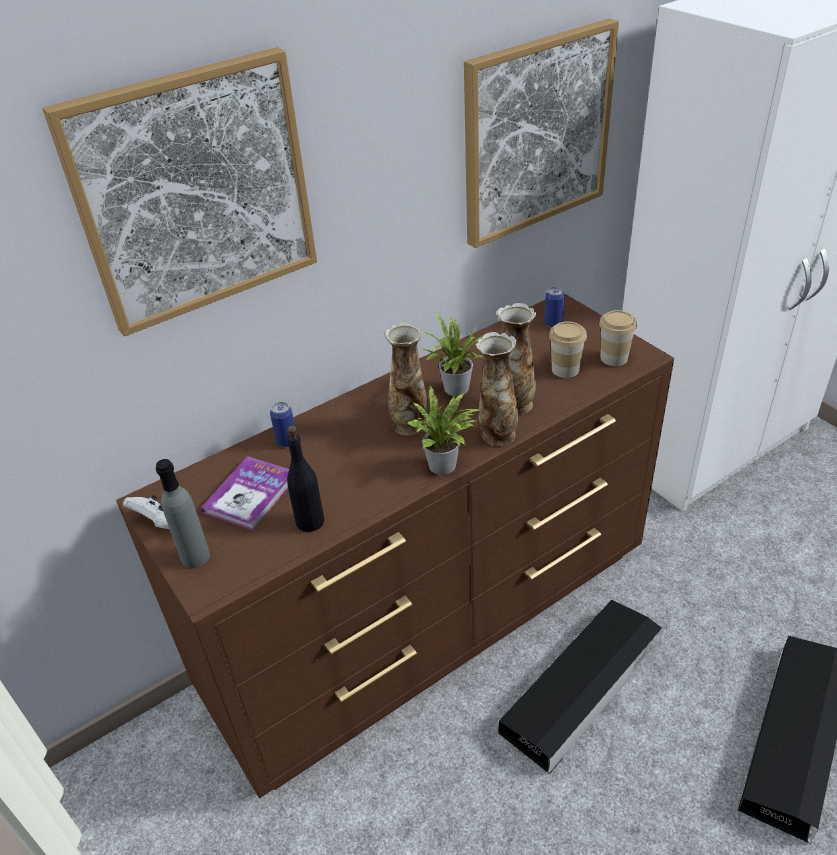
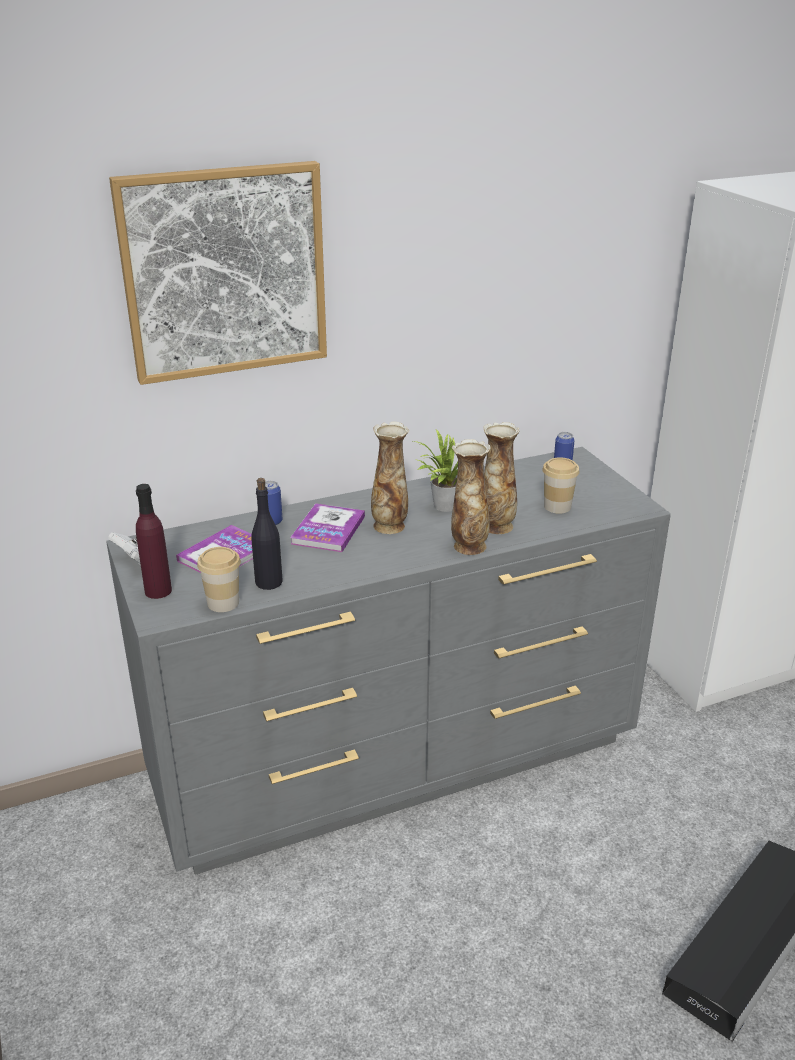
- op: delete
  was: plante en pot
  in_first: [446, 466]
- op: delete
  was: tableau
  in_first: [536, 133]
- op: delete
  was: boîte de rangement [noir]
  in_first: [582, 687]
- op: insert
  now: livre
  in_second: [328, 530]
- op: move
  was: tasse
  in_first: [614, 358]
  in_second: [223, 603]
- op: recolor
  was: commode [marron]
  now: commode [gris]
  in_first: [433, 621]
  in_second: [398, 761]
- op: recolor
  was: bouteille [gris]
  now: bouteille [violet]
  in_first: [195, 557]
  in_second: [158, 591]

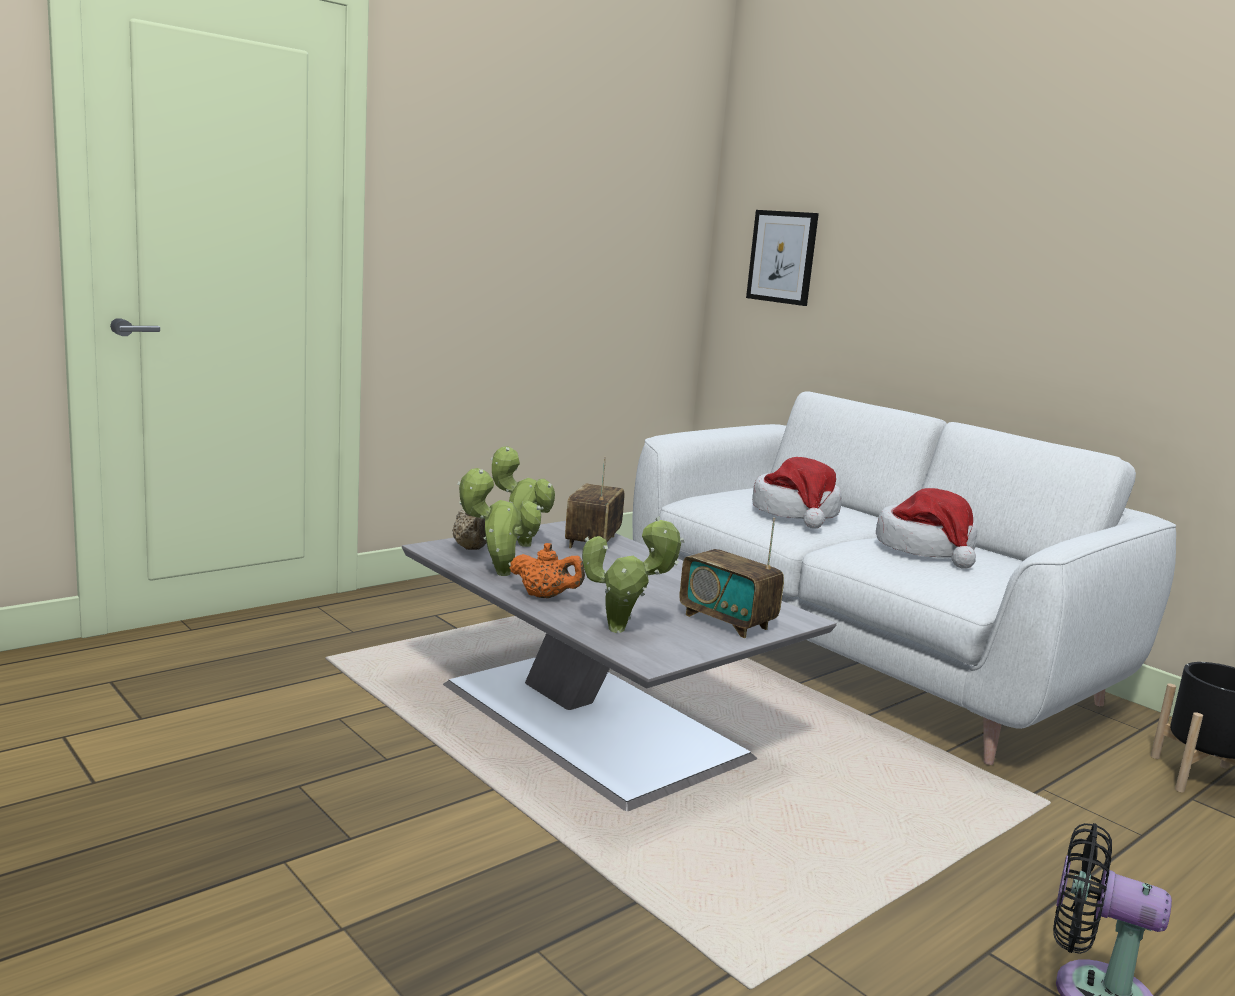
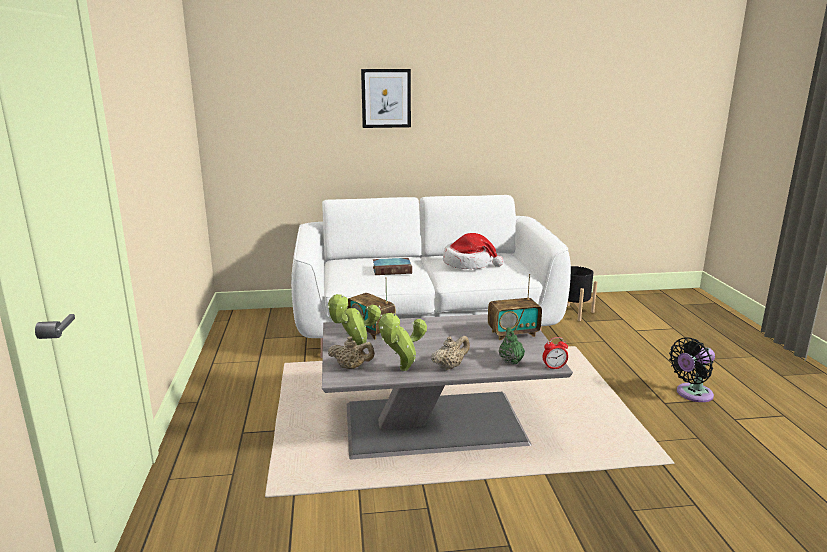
- op: insert
  now: réveil
  in_second: [554, 367]
- op: move
  was: tableau
  in_first: [782, 257]
  in_second: [386, 98]
- op: replace
  was: plante en pot
  now: théière [vert]
  in_first: [623, 630]
  in_second: [510, 360]
- op: replace
  was: chapeau
  now: livre
  in_first: [796, 513]
  in_second: [393, 270]
- op: recolor
  was: théière [orange]
  now: théière [beige]
  in_first: [545, 596]
  in_second: [450, 367]

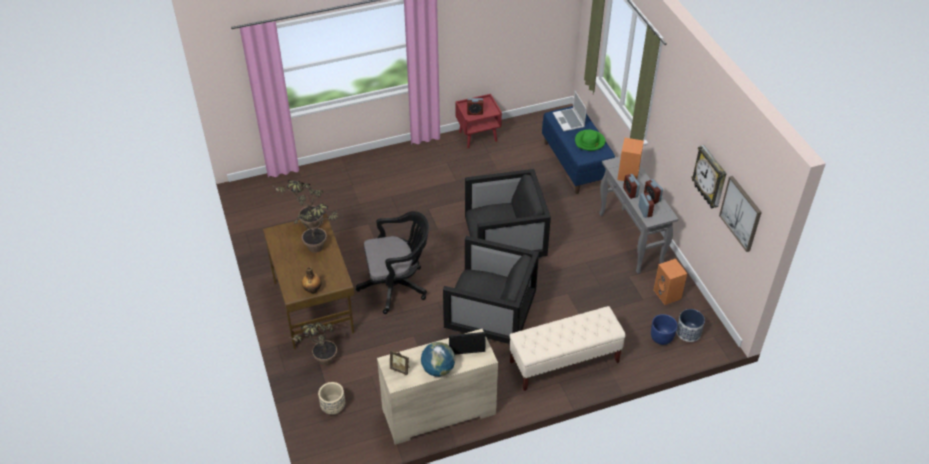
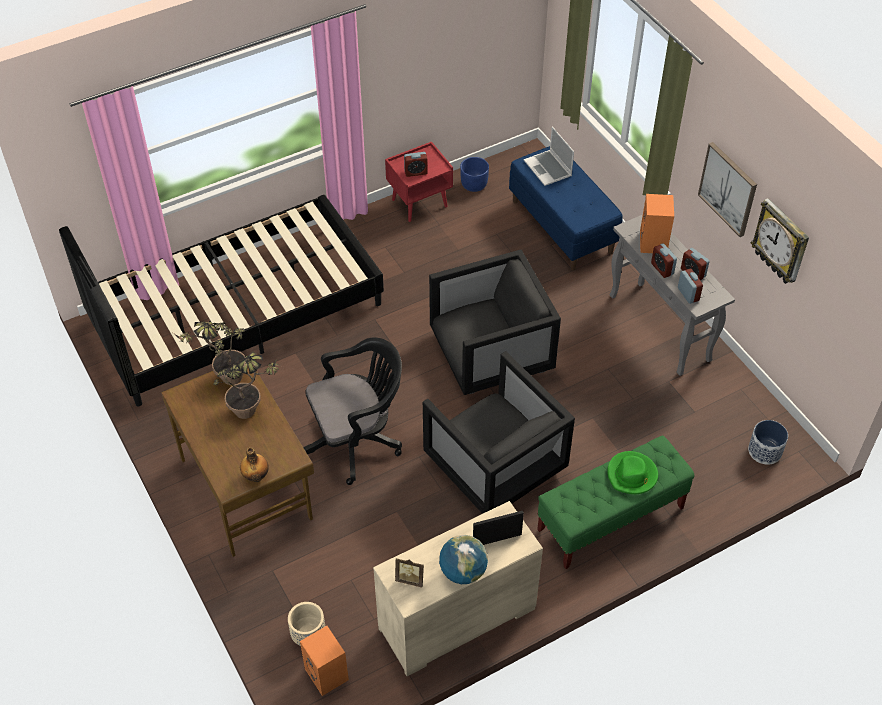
- op: delete
  was: plante en pot
  in_first: [321, 362]
- op: insert
  now: lit [noir]
  in_second: [236, 313]
- op: move
  was: chapeau [vert]
  in_first: [589, 142]
  in_second: [632, 475]
- op: move
  was: cache-pot [bleu]
  in_first: [661, 337]
  in_second: [474, 184]
- op: move
  was: enceinte [orange]
  in_first: [668, 294]
  in_second: [328, 675]
- op: move
  was: tableau
  in_first: [741, 213]
  in_second: [728, 188]
- op: recolor
  was: banc [beige]
  now: banc [vert]
  in_first: [564, 362]
  in_second: [610, 519]
- op: rotate
  was: fauteuil [noir]
  in_first: [489, 314]
  in_second: [494, 464]
  clockwise: 45

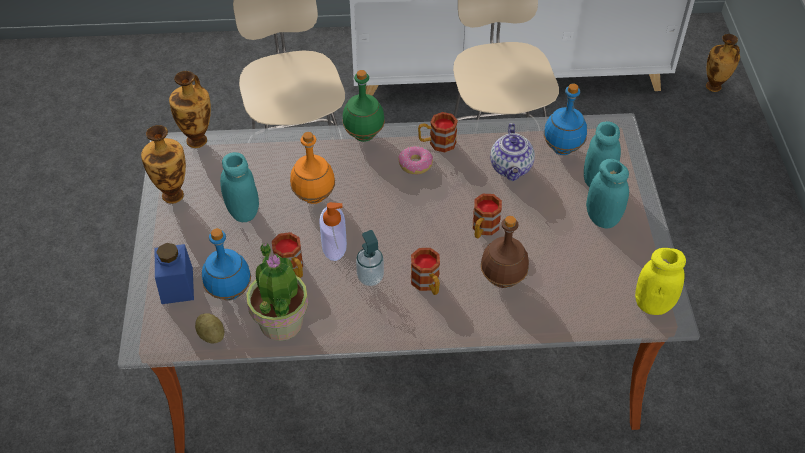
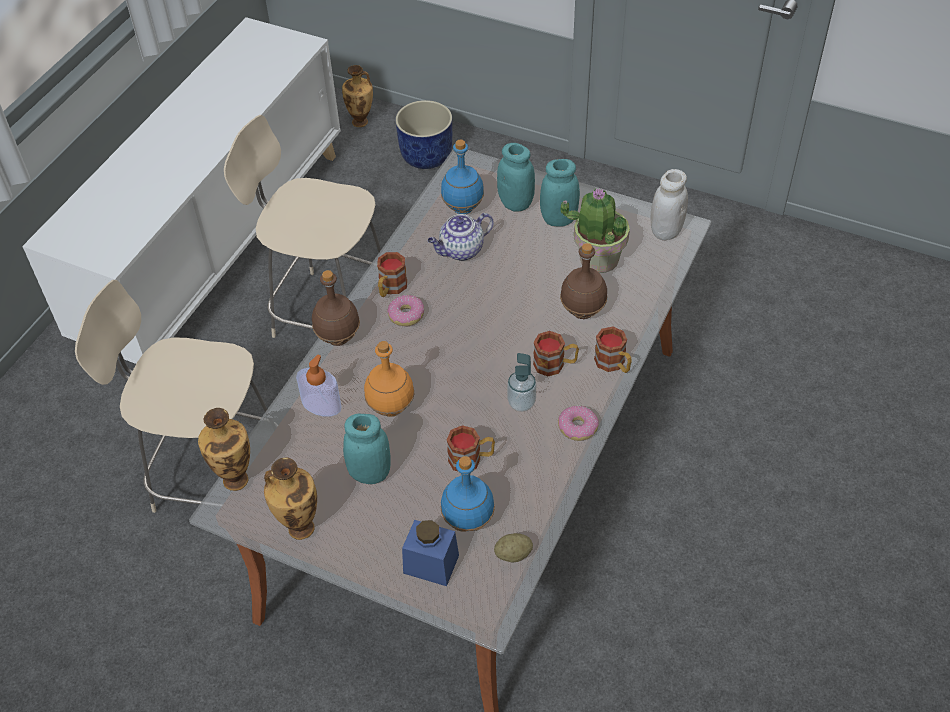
- op: insert
  now: cache-pot [bleu]
  in_second: [426, 155]
- op: insert
  now: beignet
  in_second: [577, 427]
- op: move
  was: plante en pot
  in_first: [281, 322]
  in_second: [598, 258]
- op: move
  was: distributeur de savon
  in_first: [334, 245]
  in_second: [321, 405]
- op: move
  was: mug
  in_first: [483, 229]
  in_second: [613, 364]
- op: recolor
  was: bouteille [vert]
  now: bouteille [marron]
  in_first: [364, 135]
  in_second: [338, 337]
- op: recolor
  was: bocal [jaune]
  now: bocal [blanc]
  in_first: [653, 304]
  in_second: [665, 231]
- op: rotate
  was: théière
  in_first: [511, 168]
  in_second: [461, 251]
  clockwise: 120

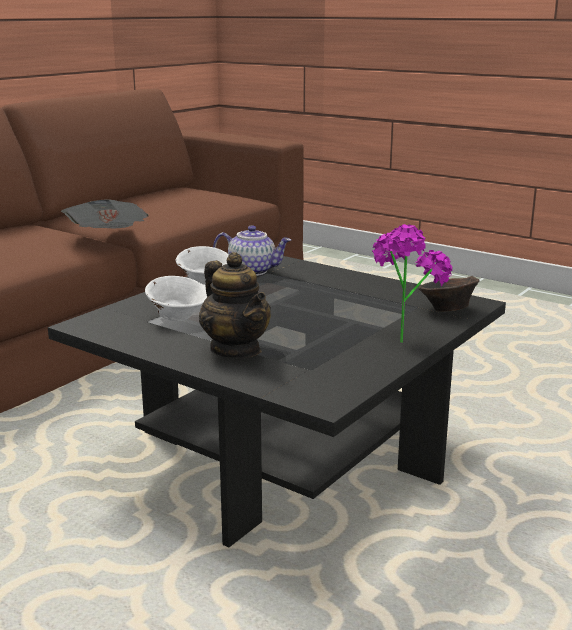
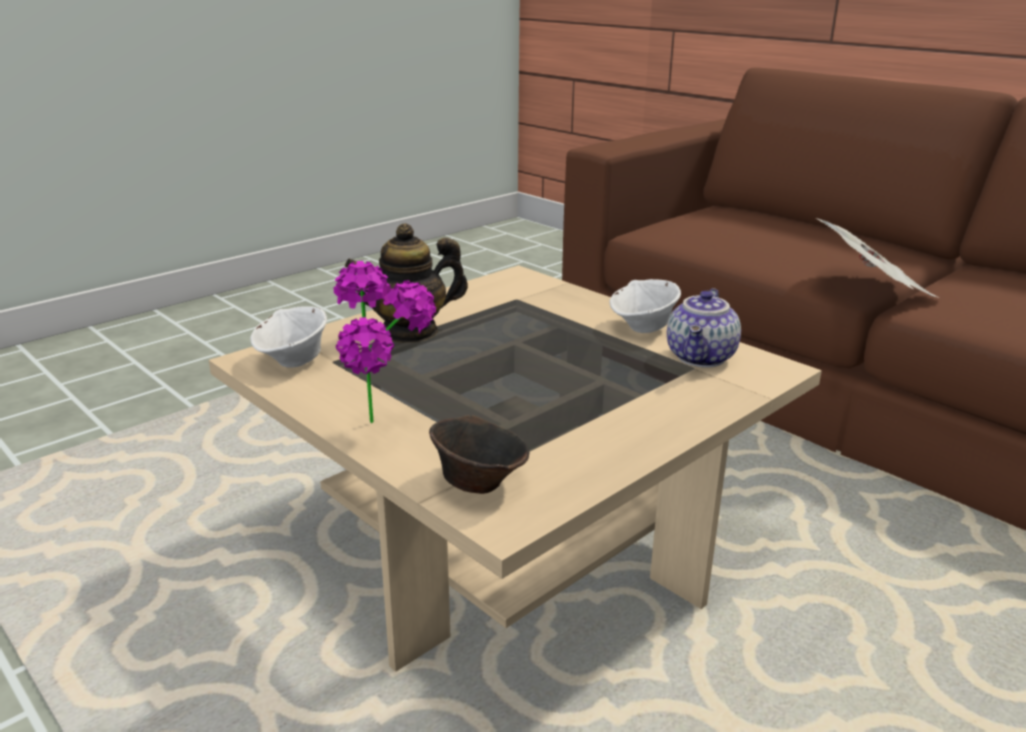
- op: move
  was: bol [blanc]
  in_first: [178, 317]
  in_second: [293, 362]
- op: recolor
  was: table basse [noir]
  now: table basse [beige]
  in_first: [285, 457]
  in_second: [511, 541]

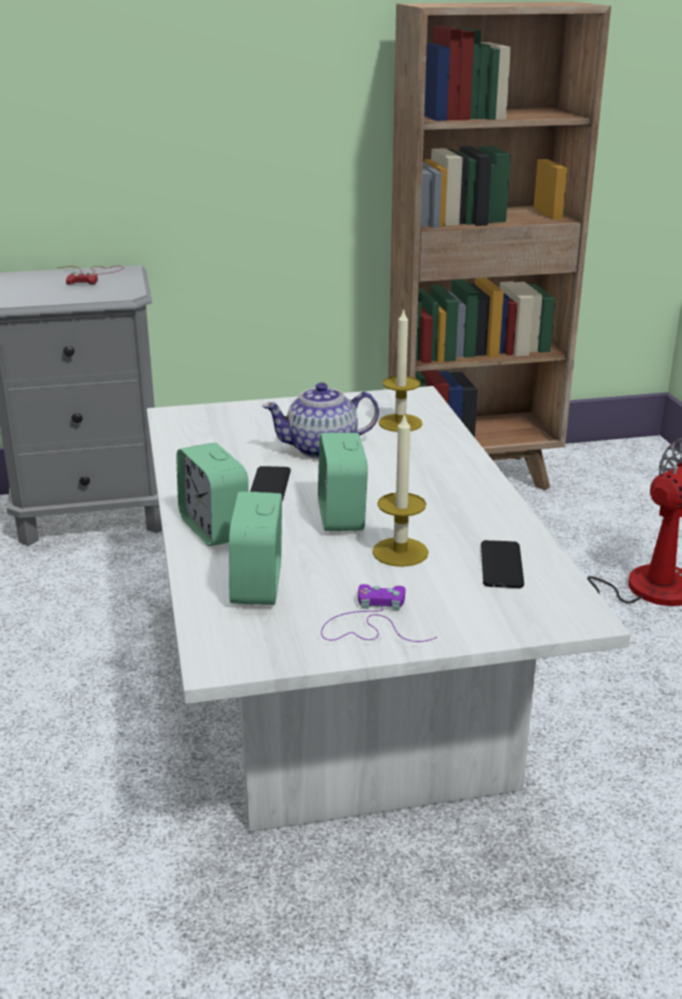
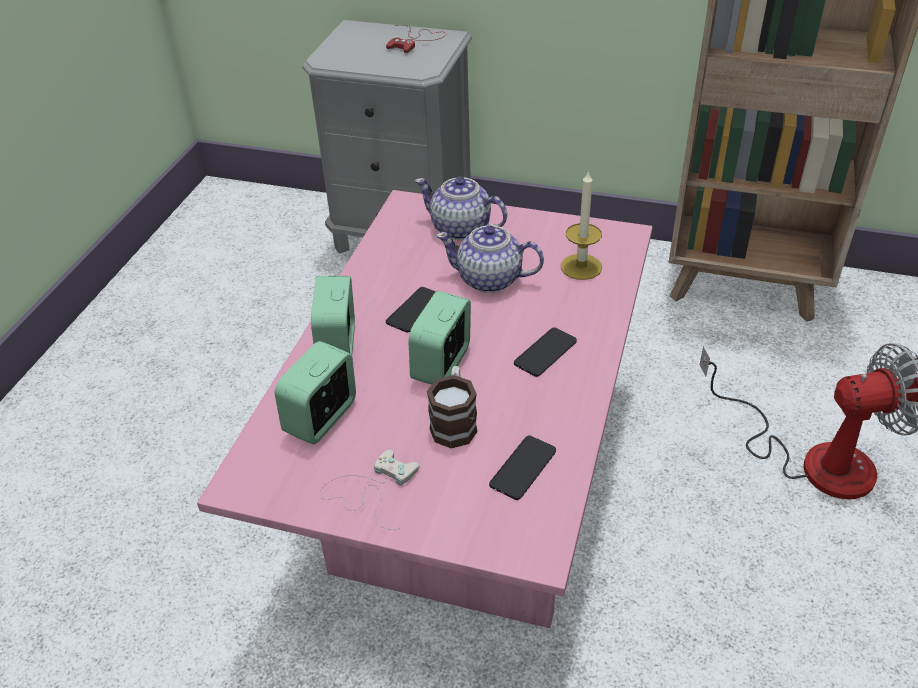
- op: insert
  now: théière
  in_second: [461, 229]
- op: insert
  now: téléphone
  in_second: [545, 352]
- op: replace
  was: bougie
  now: mug
  in_first: [400, 552]
  in_second: [454, 422]
- op: recolor
  was: table basse [blanc]
  now: table basse [rose]
  in_first: [341, 706]
  in_second: [464, 490]
- op: recolor
  was: manette [violet]
  now: manette [blanc]
  in_first: [371, 622]
  in_second: [370, 490]

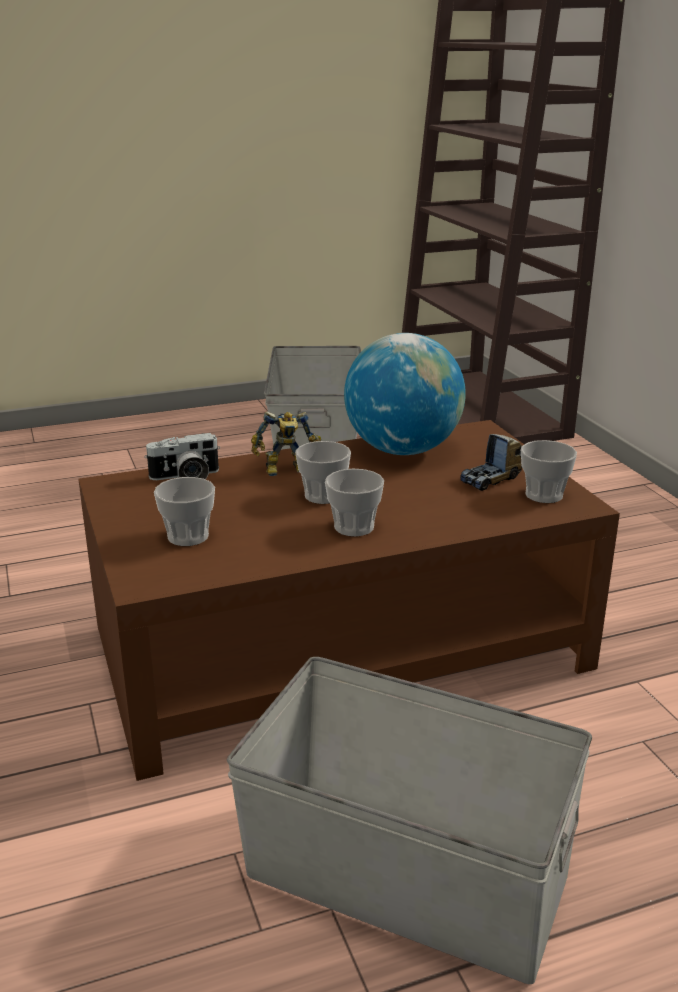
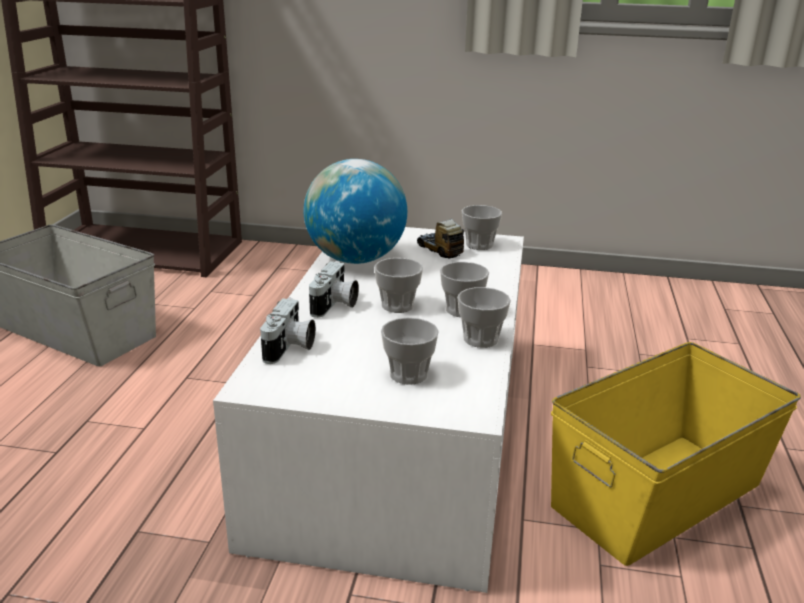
- op: insert
  now: tasse
  in_second: [480, 339]
- op: replace
  was: robot jouet
  now: appareil photo
  in_first: [288, 471]
  in_second: [335, 305]
- op: recolor
  was: table basse [marron]
  now: table basse [blanc]
  in_first: [338, 648]
  in_second: [398, 432]
- op: recolor
  was: boîte de rangement [gris]
  now: boîte de rangement [jaune]
  in_first: [407, 877]
  in_second: [659, 495]
- op: rotate
  was: camion jouet
  in_first: [491, 479]
  in_second: [439, 250]
  clockwise: 150

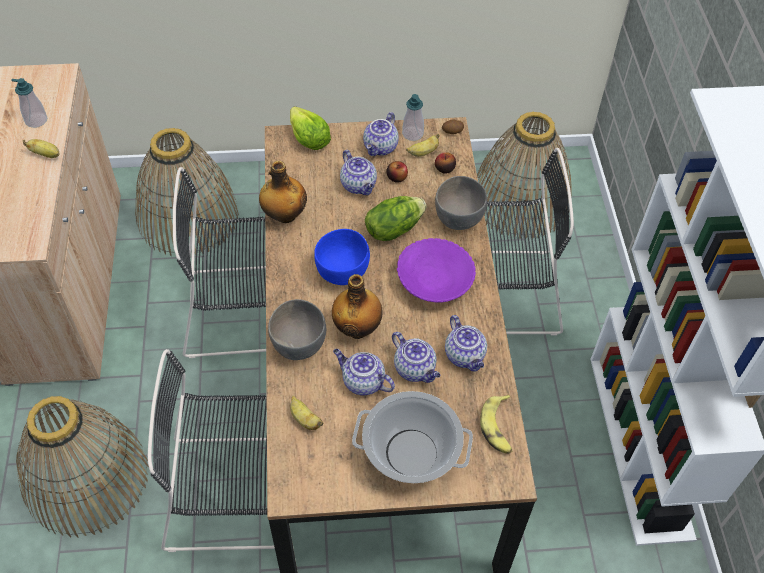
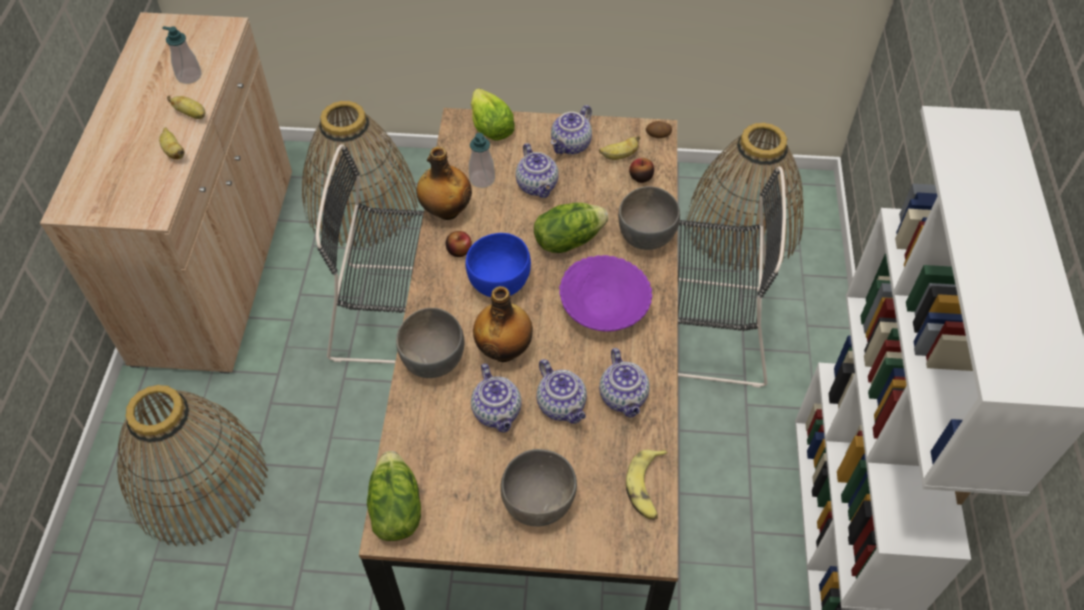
- op: delete
  was: chaise [noir]
  in_first: [237, 492]
- op: insert
  now: laitue
  in_second: [395, 509]
- op: move
  was: banane
  in_first: [304, 419]
  in_second: [174, 152]
- op: move
  was: pomme
  in_first: [397, 177]
  in_second: [459, 250]
- op: move
  was: distributeur de savon
  in_first: [412, 134]
  in_second: [482, 179]
- op: replace
  was: marmite
  now: bol [gris]
  in_first: [410, 453]
  in_second: [537, 504]
- op: rotate
  was: théière
  in_first: [362, 382]
  in_second: [497, 413]
  clockwise: -150

